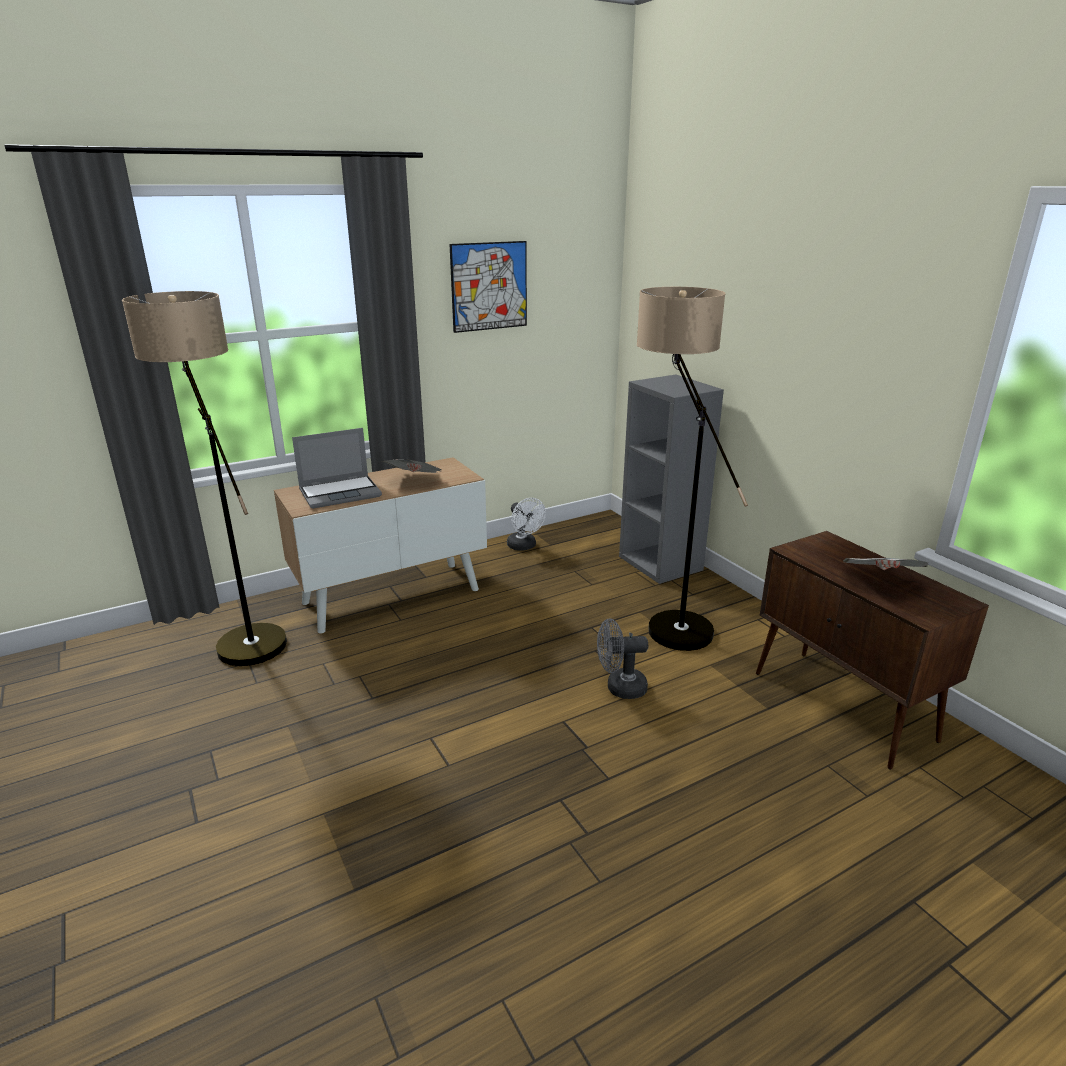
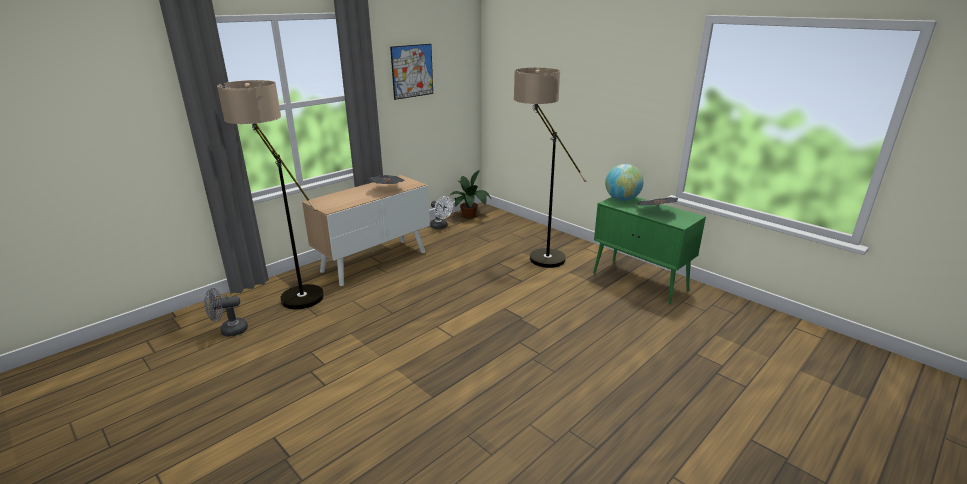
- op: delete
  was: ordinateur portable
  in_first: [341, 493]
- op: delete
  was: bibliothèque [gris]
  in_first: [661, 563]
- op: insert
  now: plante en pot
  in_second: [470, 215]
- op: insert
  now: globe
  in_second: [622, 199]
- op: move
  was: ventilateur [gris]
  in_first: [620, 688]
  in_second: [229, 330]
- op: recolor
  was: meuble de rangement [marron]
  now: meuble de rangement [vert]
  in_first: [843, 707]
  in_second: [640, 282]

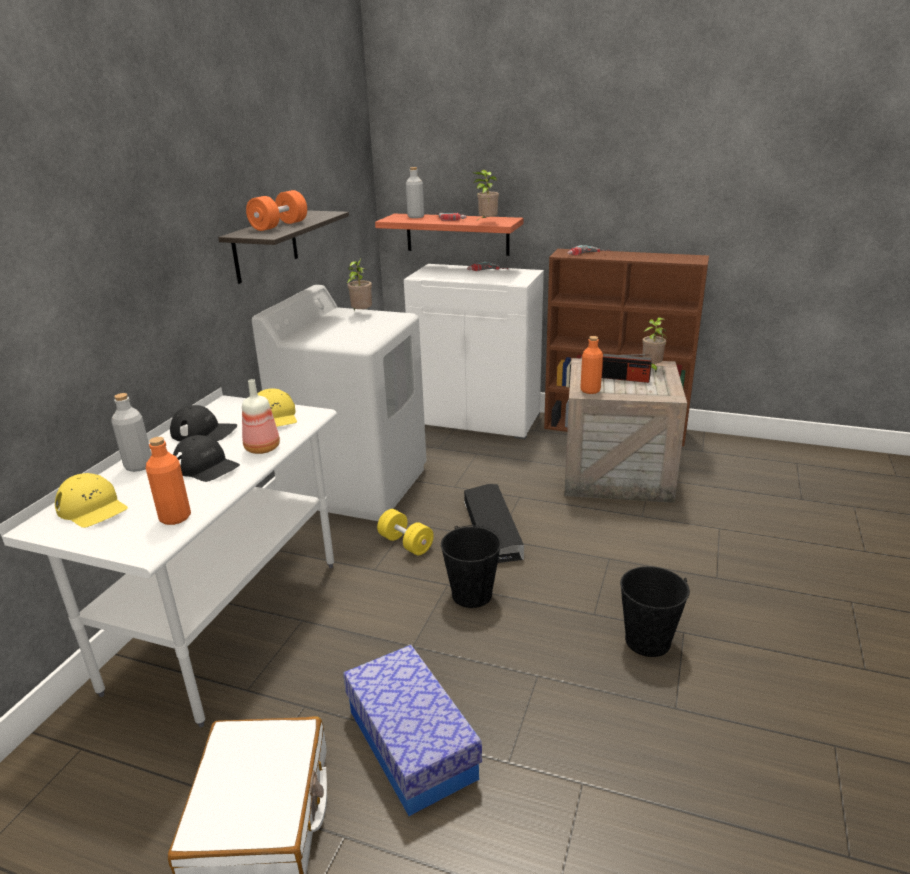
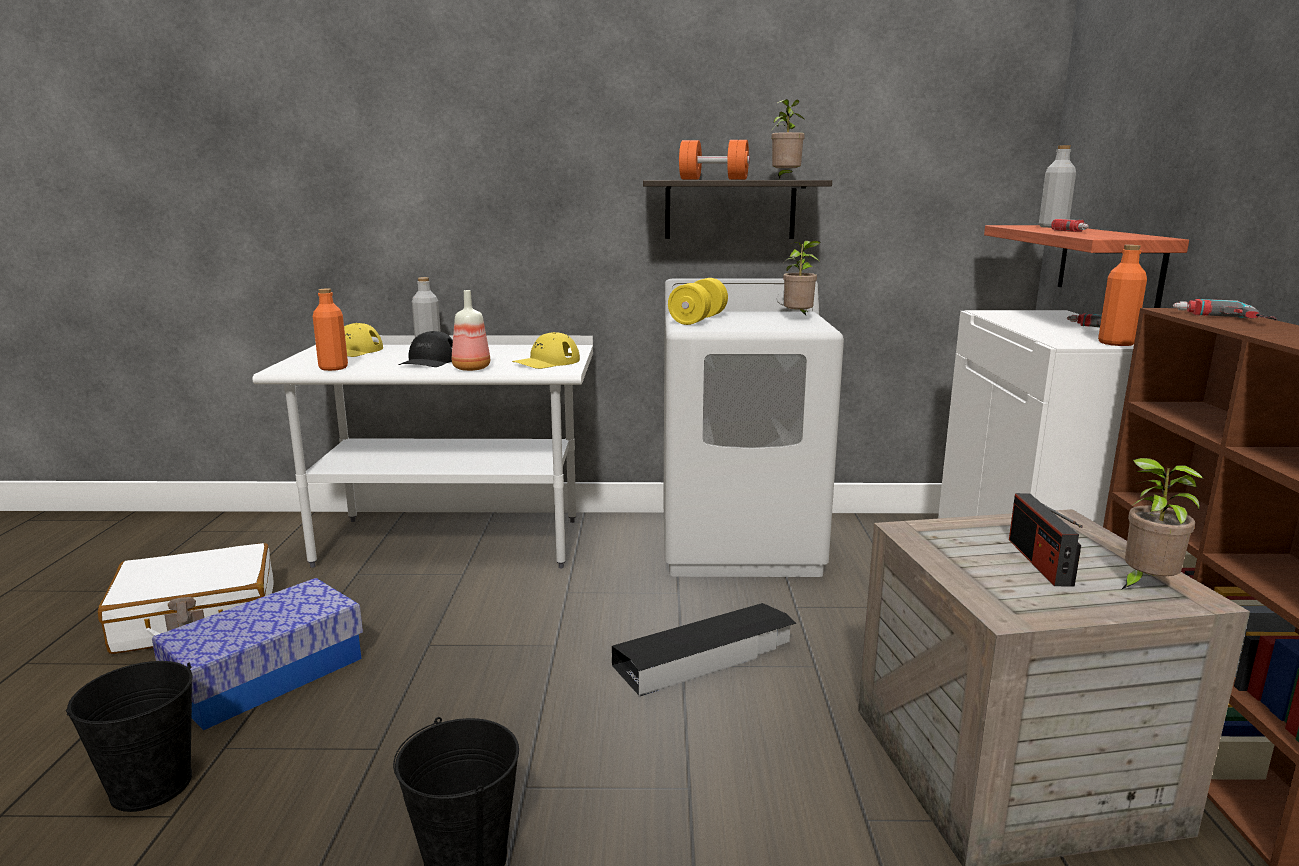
- op: delete
  was: casquette [noir]
  in_first: [204, 432]
- op: move
  was: haltère [jaune]
  in_first: [406, 543]
  in_second: [698, 319]
- op: move
  was: seau [noir]
  in_first: [471, 594]
  in_second: [151, 785]
- op: move
  was: plante en pot
  in_first: [486, 222]
  in_second: [785, 179]
- op: move
  was: bouteille [orange]
  in_first: [590, 390]
  in_second: [1116, 343]

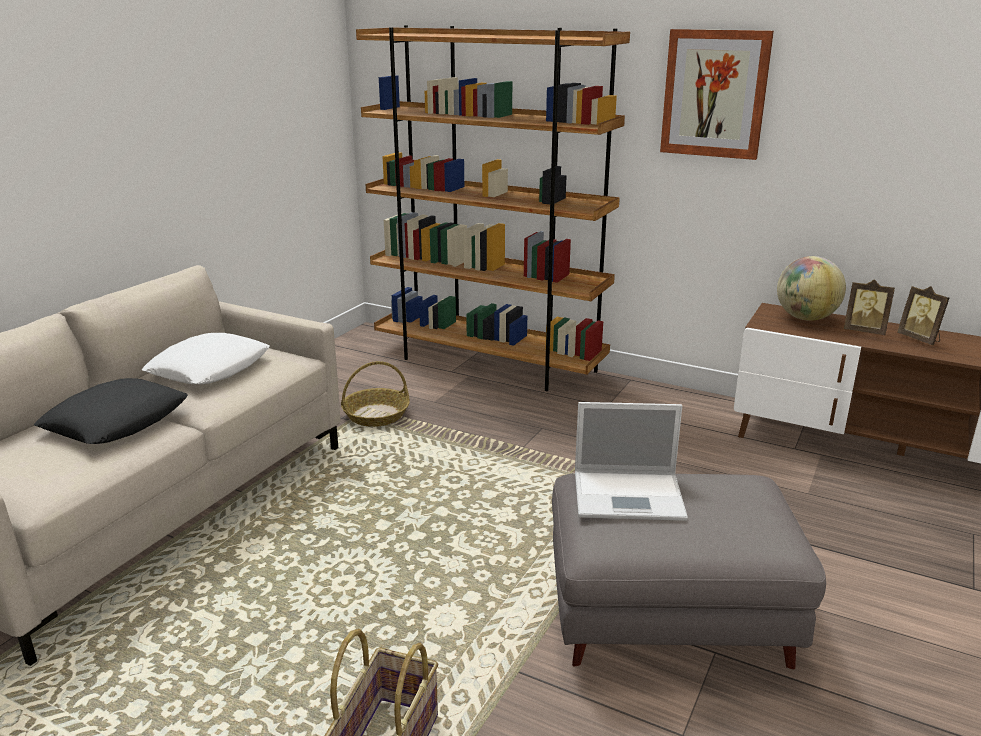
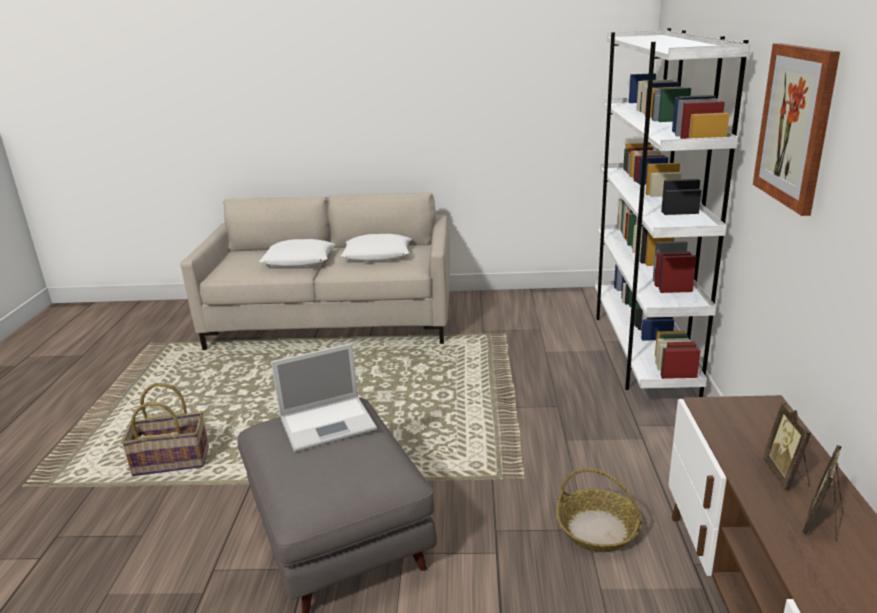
- op: delete
  was: globe
  in_first: [805, 318]
- op: move
  was: panier
  in_first: [376, 415]
  in_second: [597, 529]
- op: recolor
  was: coussin [noir]
  now: coussin [blanc]
  in_first: [116, 421]
  in_second: [299, 260]
- op: recolor
  was: bibliothèque [marron]
  now: bibliothèque [blanc]
  in_first: [489, 363]
  in_second: [641, 350]
- op: rotate
  was: ordinateur portable
  in_first: [630, 495]
  in_second: [329, 423]
  clockwise: -90

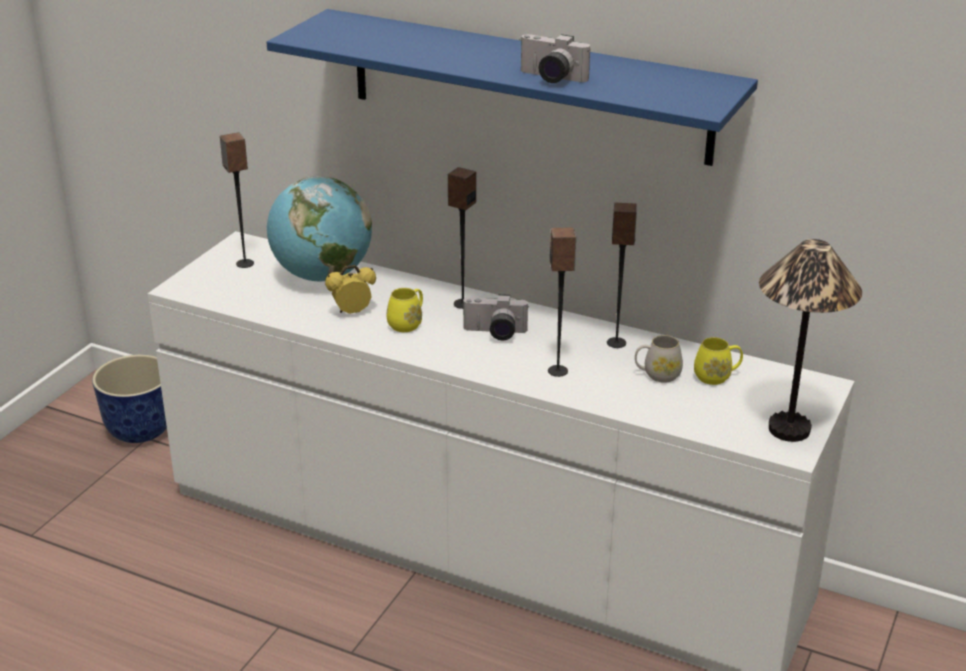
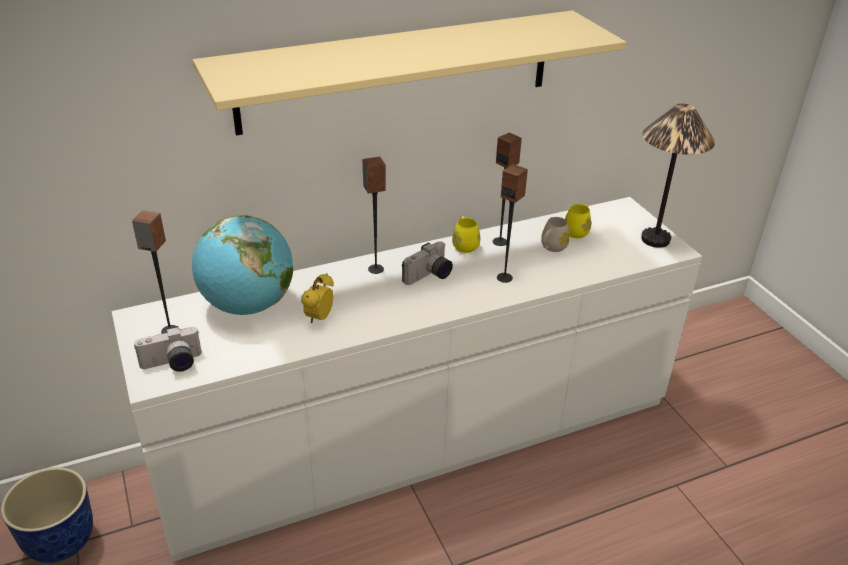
- op: move
  was: mug [jaune]
  in_first: [407, 323]
  in_second: [464, 245]
- op: move
  was: appareil photo
  in_first: [550, 78]
  in_second: [172, 364]
- op: recolor
  was: étagère [bleu]
  now: étagère [beige]
  in_first: [527, 86]
  in_second: [397, 71]

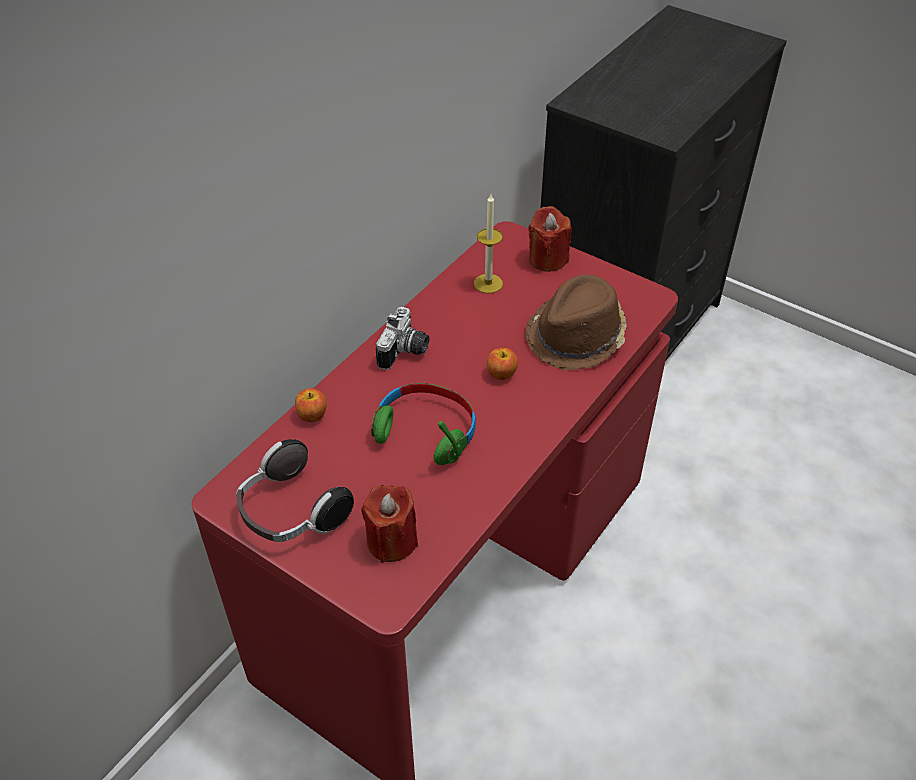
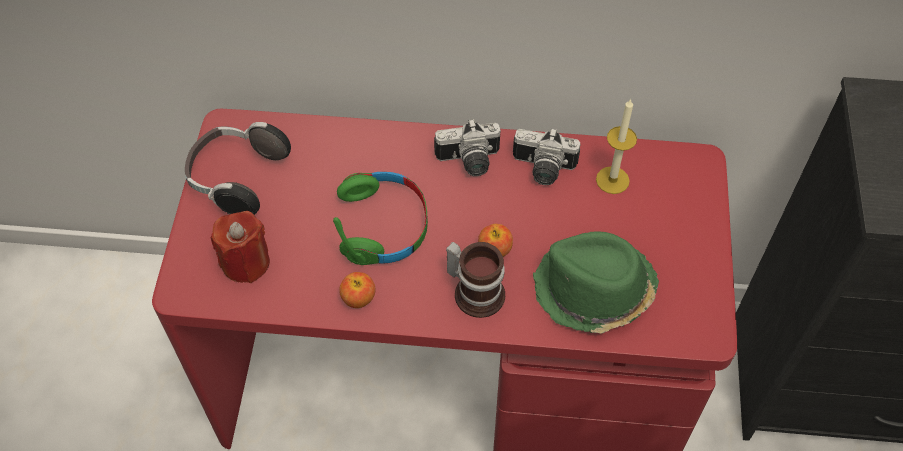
- op: delete
  was: bougie [rouge]
  in_first: [548, 259]
- op: insert
  now: mug
  in_second: [476, 290]
- op: insert
  now: appareil photo
  in_second: [542, 169]
- op: move
  was: pomme
  in_first: [312, 415]
  in_second: [358, 298]
- op: recolor
  was: chapeau [marron]
  now: chapeau [vert]
  in_first: [577, 337]
  in_second: [592, 290]

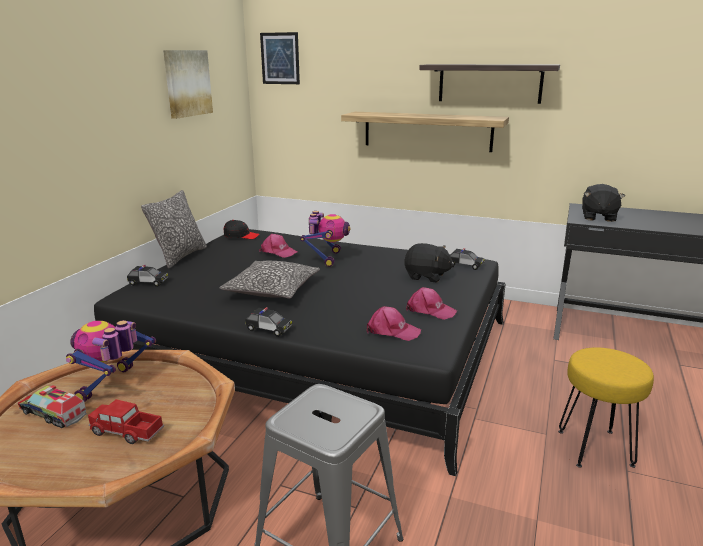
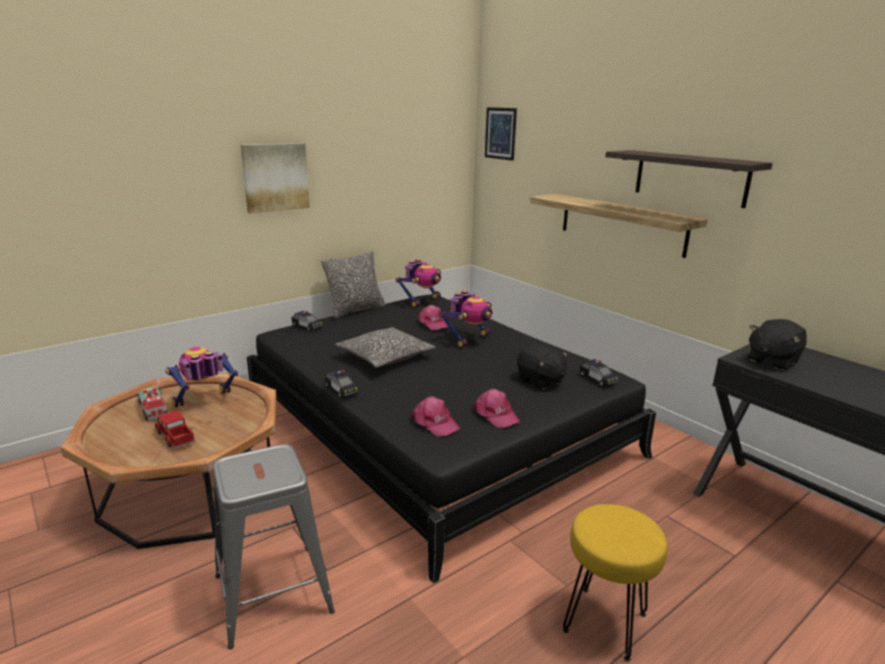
- op: move
  was: tableau
  in_first: [187, 83]
  in_second: [275, 177]
- op: replace
  was: casquette [noir]
  now: robot jouet
  in_first: [241, 236]
  in_second: [422, 301]

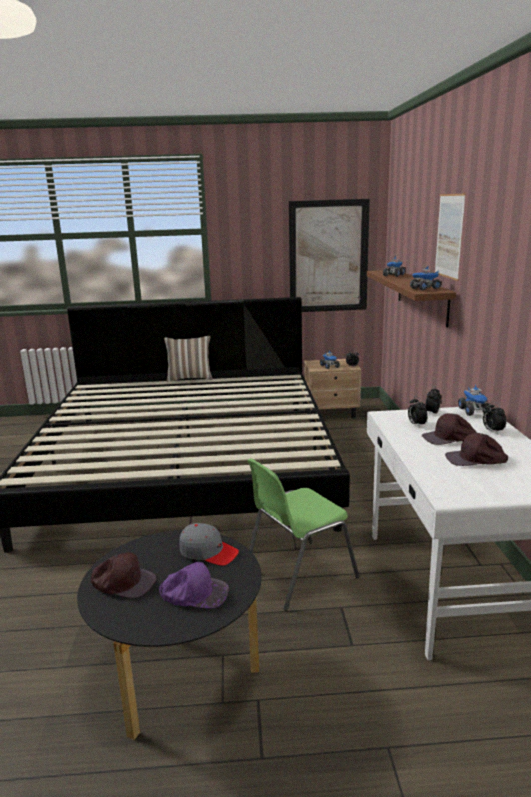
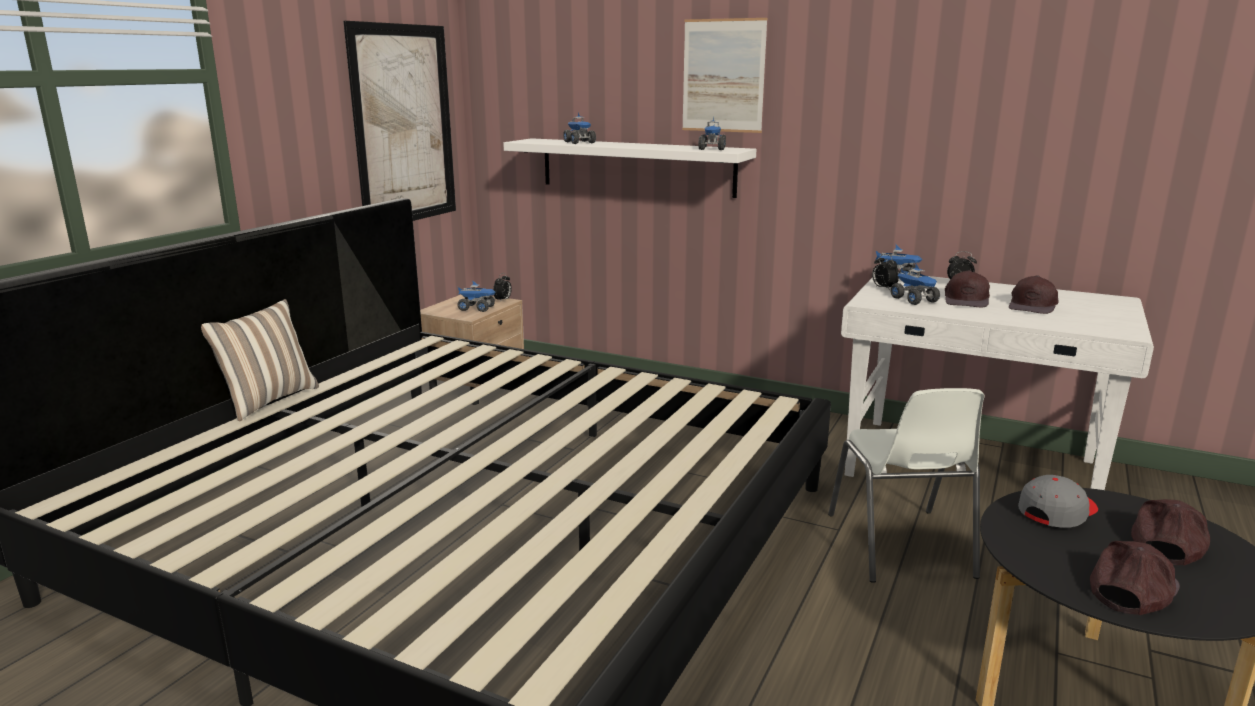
- op: replace
  was: réveil
  now: camion jouet
  in_first: [416, 424]
  in_second: [915, 300]
- op: recolor
  was: casquette [violet]
  now: casquette [marron]
  in_first: [194, 593]
  in_second: [1166, 542]
- op: recolor
  was: chaise [vert]
  now: chaise [blanc]
  in_first: [298, 574]
  in_second: [900, 546]
- op: recolor
  was: étagère [marron]
  now: étagère [blanc]
  in_first: [421, 296]
  in_second: [636, 167]

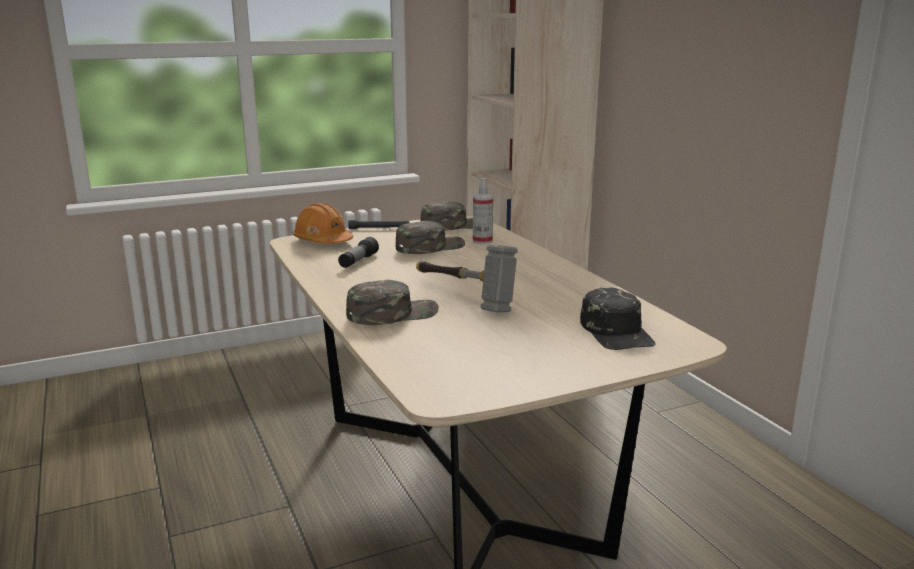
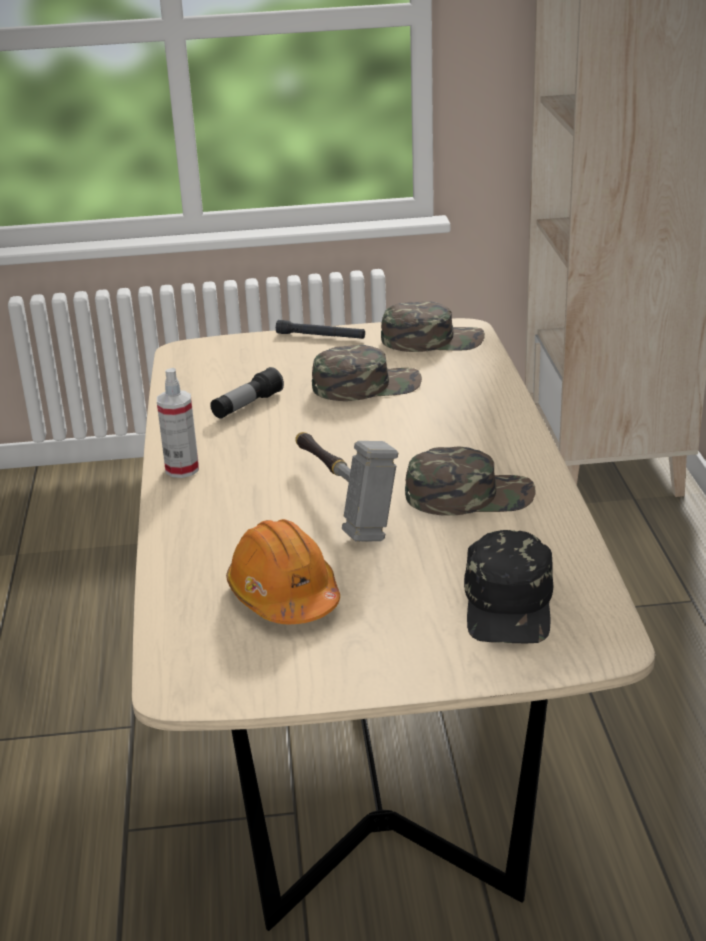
- op: move
  was: casque de chantier [orange]
  in_first: [323, 241]
  in_second: [284, 595]
- op: move
  was: casquette [vert]
  in_first: [392, 313]
  in_second: [469, 495]
- op: move
  was: vaporisateur
  in_first: [482, 241]
  in_second: [182, 469]

